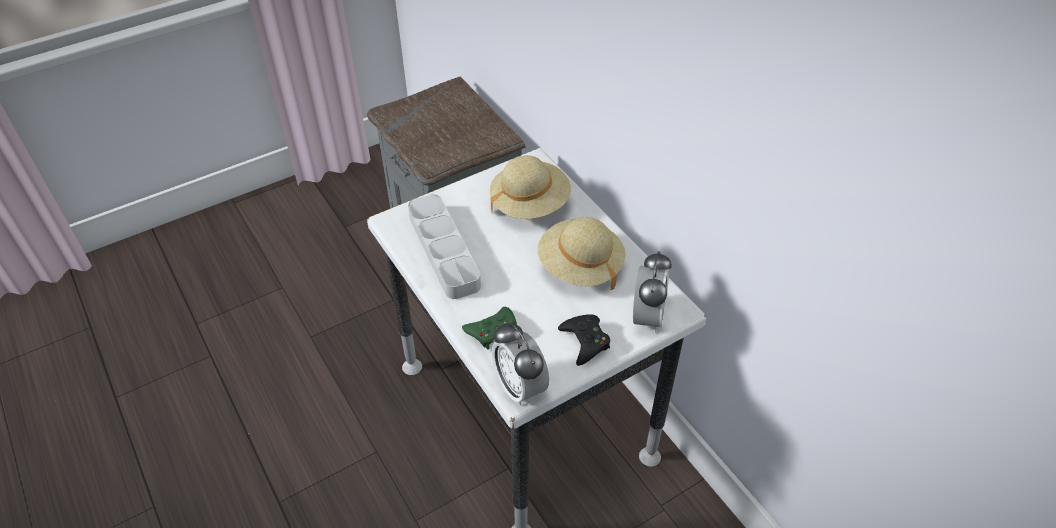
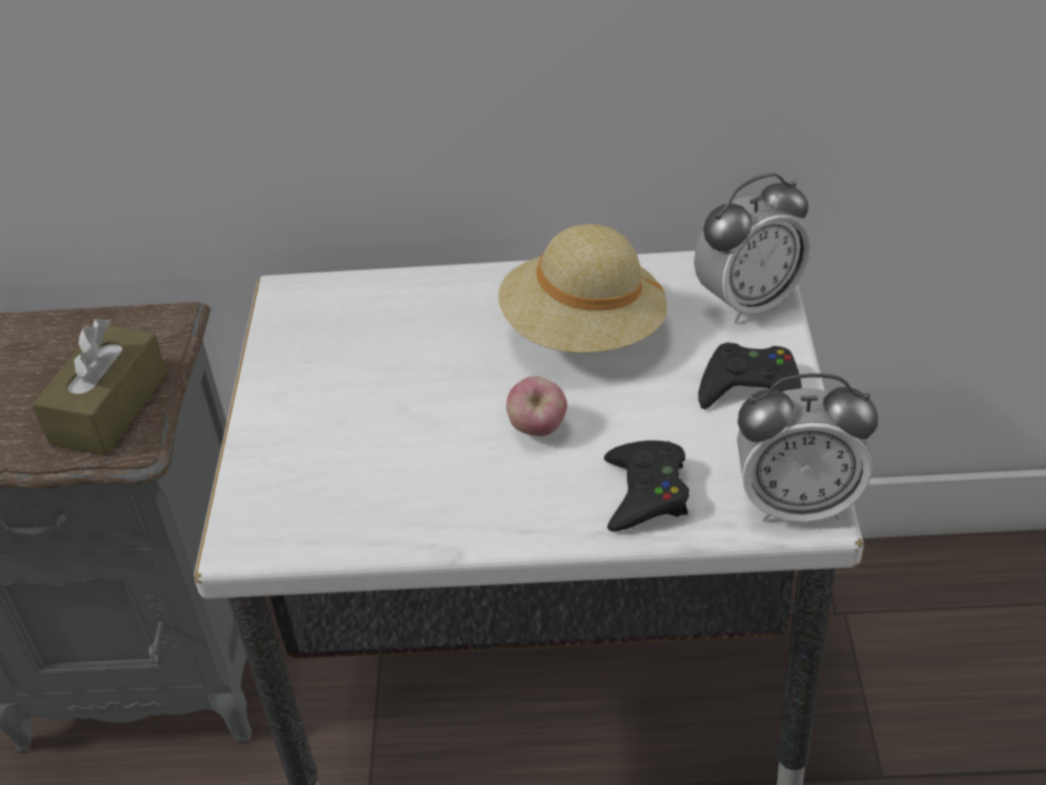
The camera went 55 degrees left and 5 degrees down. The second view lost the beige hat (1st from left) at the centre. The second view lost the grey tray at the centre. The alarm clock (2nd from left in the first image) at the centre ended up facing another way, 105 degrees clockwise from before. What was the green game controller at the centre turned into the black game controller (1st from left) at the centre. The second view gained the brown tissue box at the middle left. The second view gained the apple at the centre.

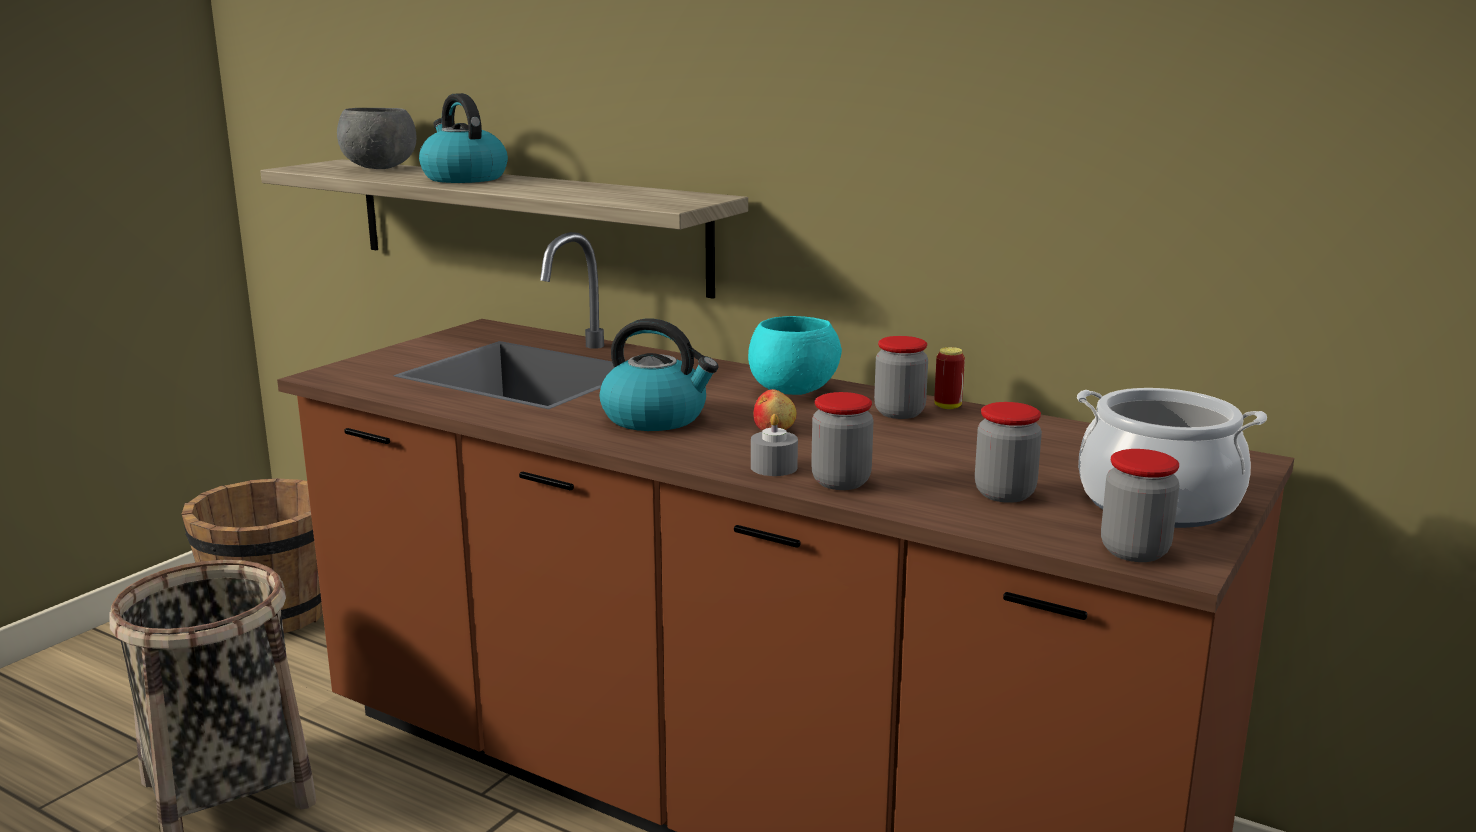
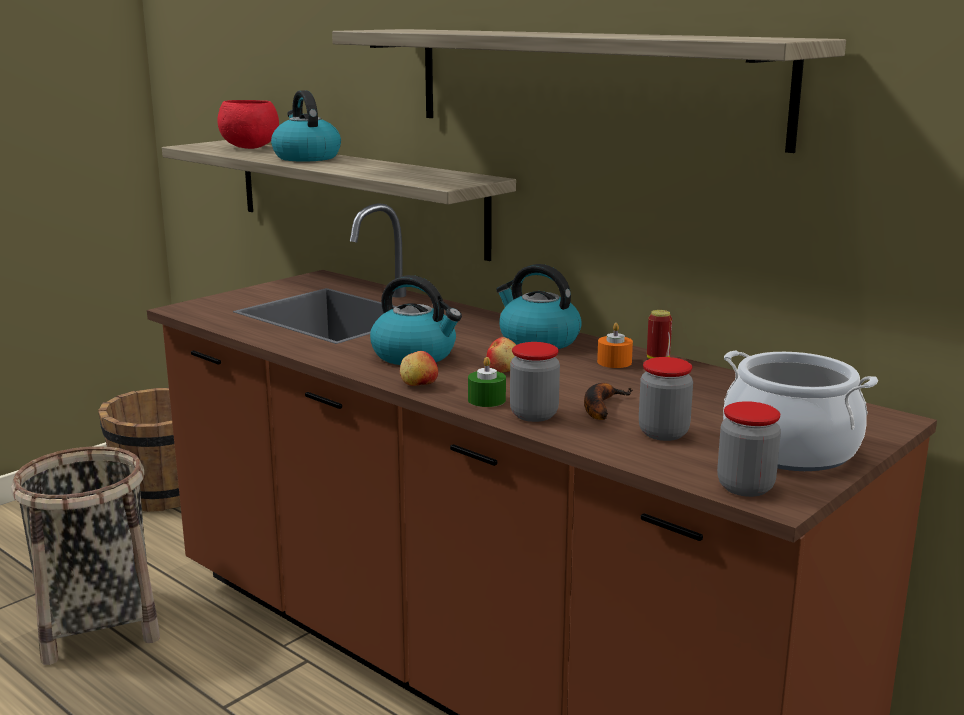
The camera went 10 degrees right and 0 degrees up. What was the grey bowl at the top left turned into the red bowl at the top left. Where the turquoise bowl stood at the centre, the kettle (3rd from left) came to stand at the centre. Where the jar (2nd from left) stood at the centre, the orange candle came to stand at the centre. What was the grey candle at the centre turned into the green candle at the centre. The second view gained the shelf (2nd from left) at the top centre. The second view gained the apple (1st from left) at the centre. The second view gained the banana at the centre.

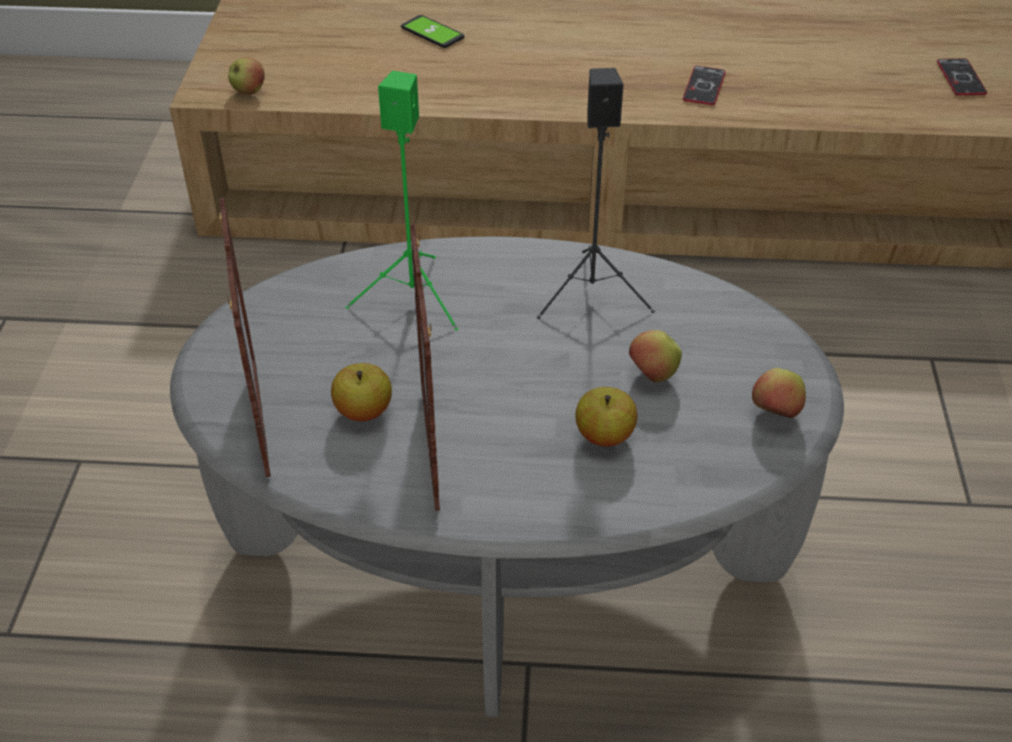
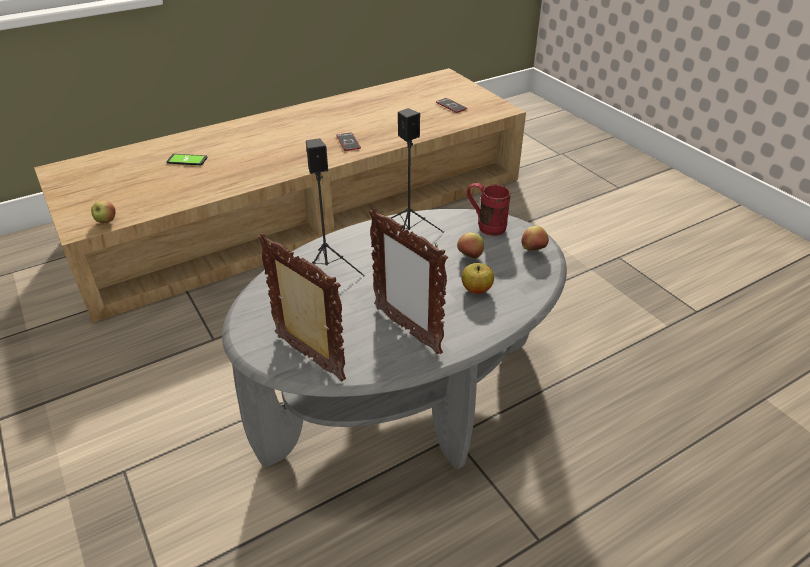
The camera went 35 degrees left and 5 degrees down. What was the green speaker at the top centre turned into the black speaker (1st from left) at the centre. The second view lost the apple (2nd from left) at the centre. The second view gained the red mug at the centre.

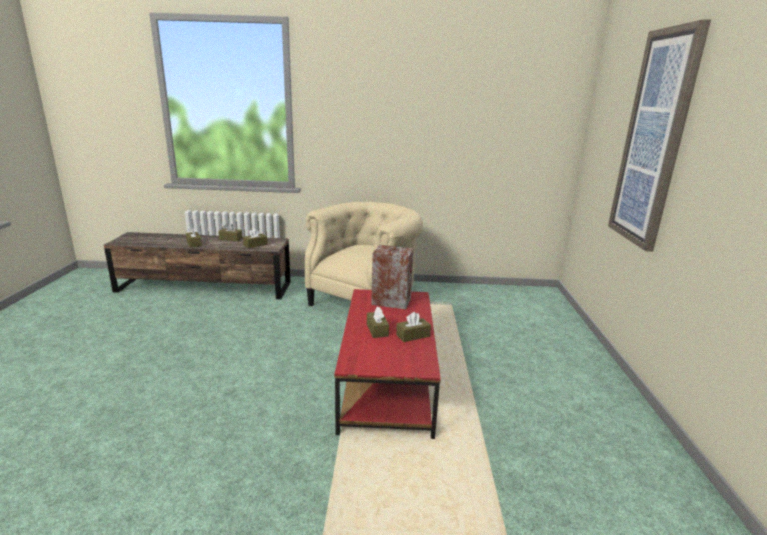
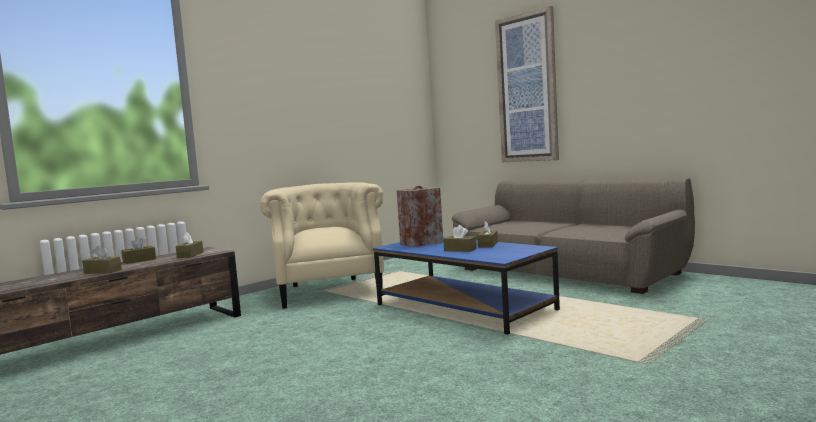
The camera went 45 degrees left and 15 degrees down. What was the red coffee table at the bottom centre turned into the blue coffee table at the bottom centre. The second view gained the sofa at the middle right.

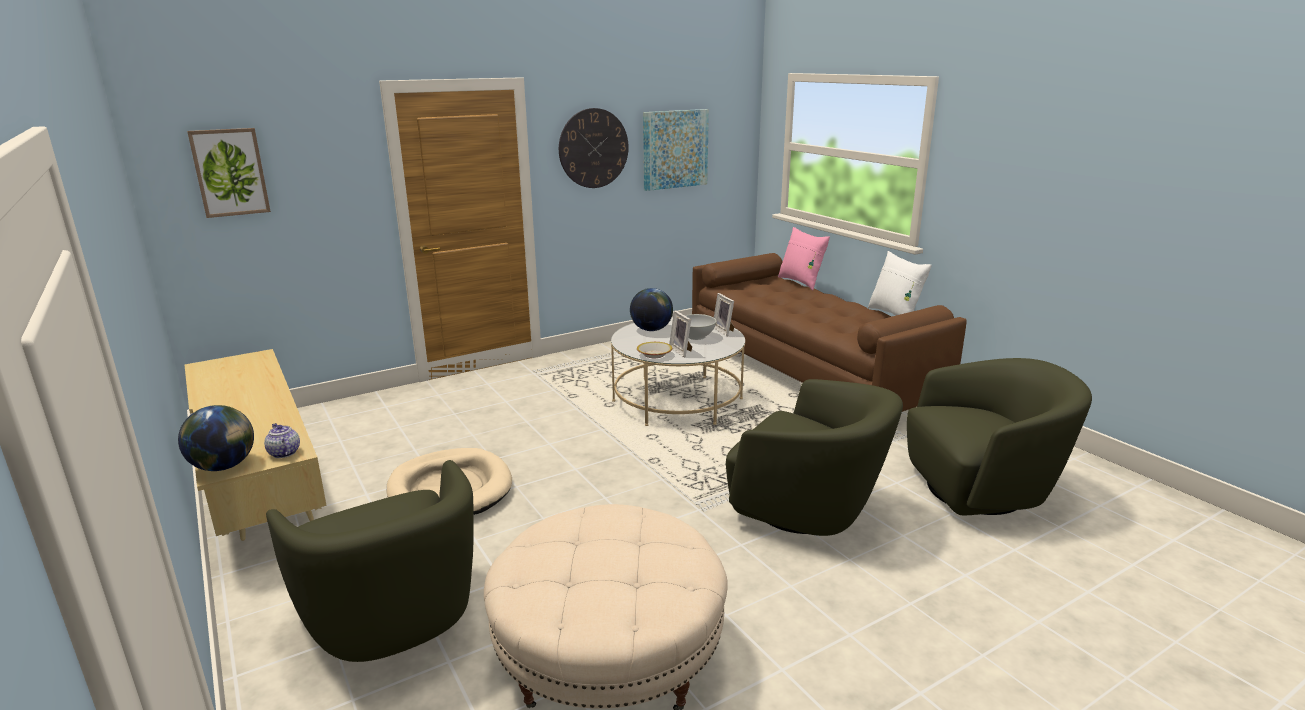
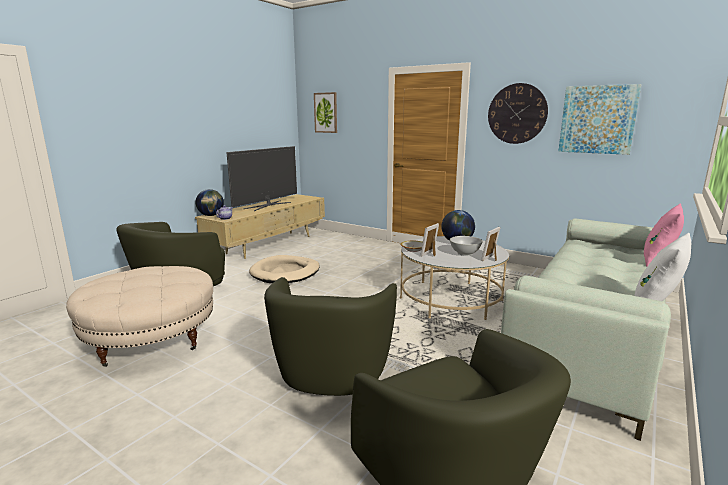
The camera went 65 degrees right and 5 degrees down. What was the brown sofa at the centre turned into the white sofa at the bottom right. The second view gained the television at the centre.

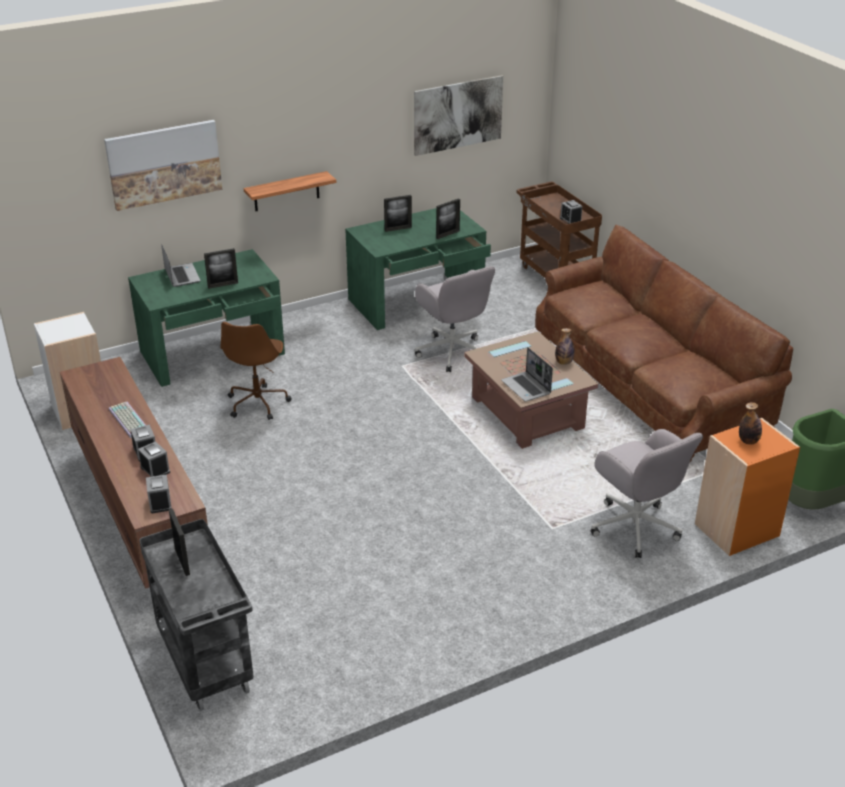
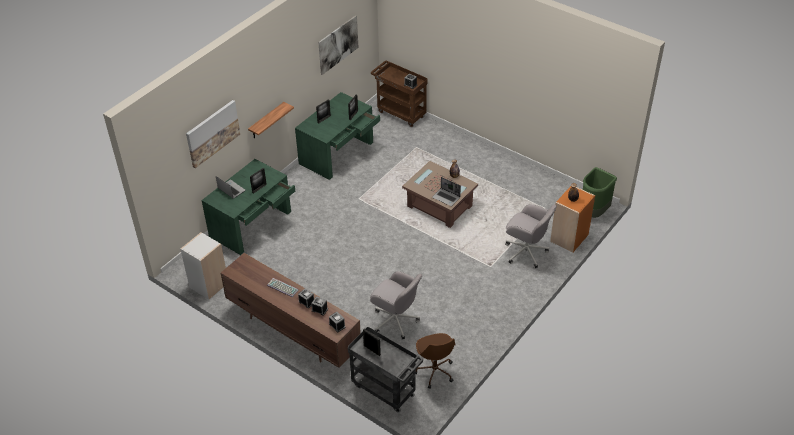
The camera went 25 degrees left and 10 degrees up. The second view lost the brown sofa at the middle right. The grey office chair (1st from left) ended up elsewhere, having gone from the centre to the bottom centre. The brown office chair ended up elsewhere, having gone from the middle left to the bottom centre.

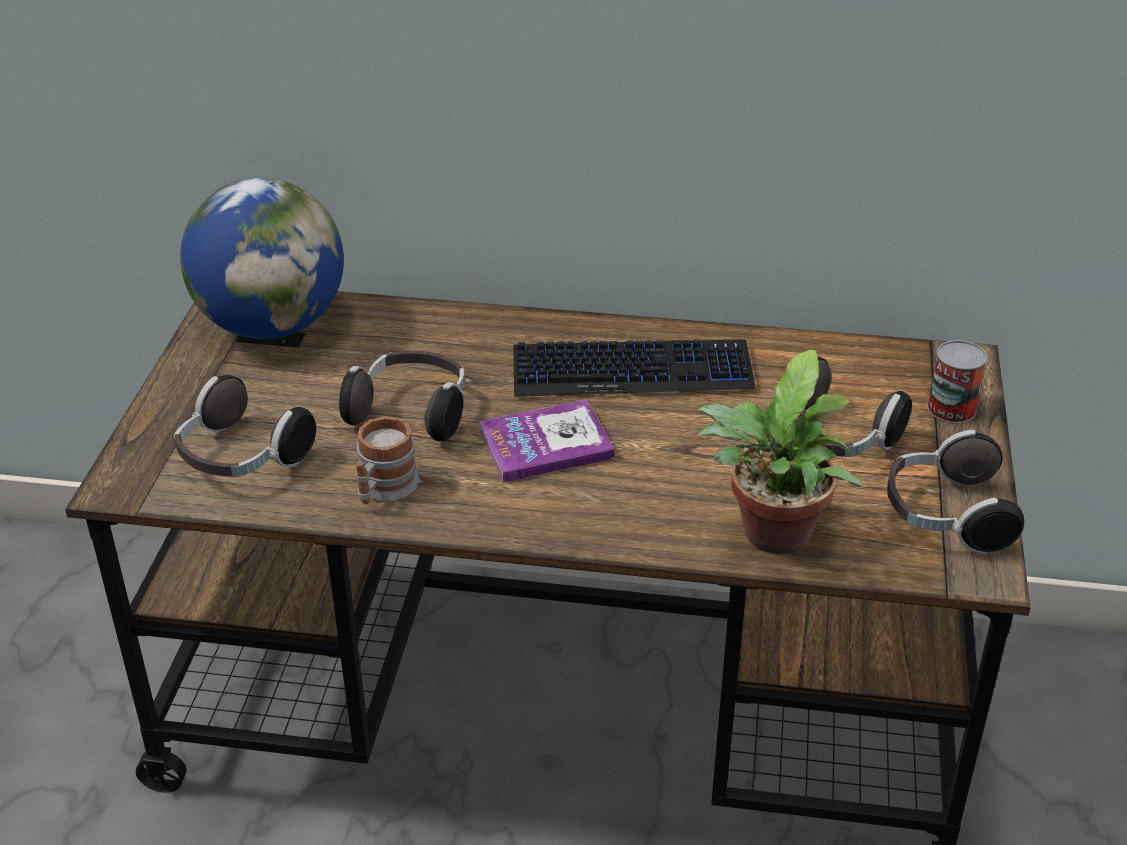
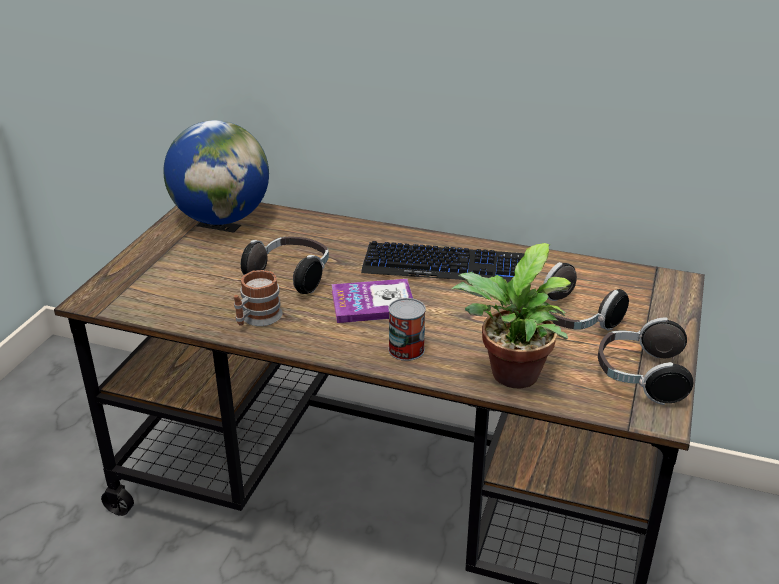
The camera went 10 degrees right and 5 degrees down. The can ended up elsewhere, having gone from the middle right to the centre. The second view lost the headphones (1st from left) at the middle left.

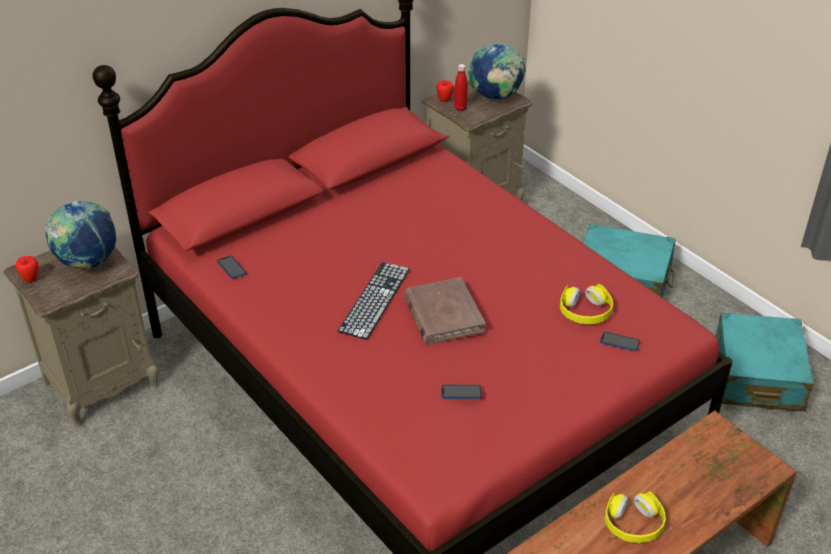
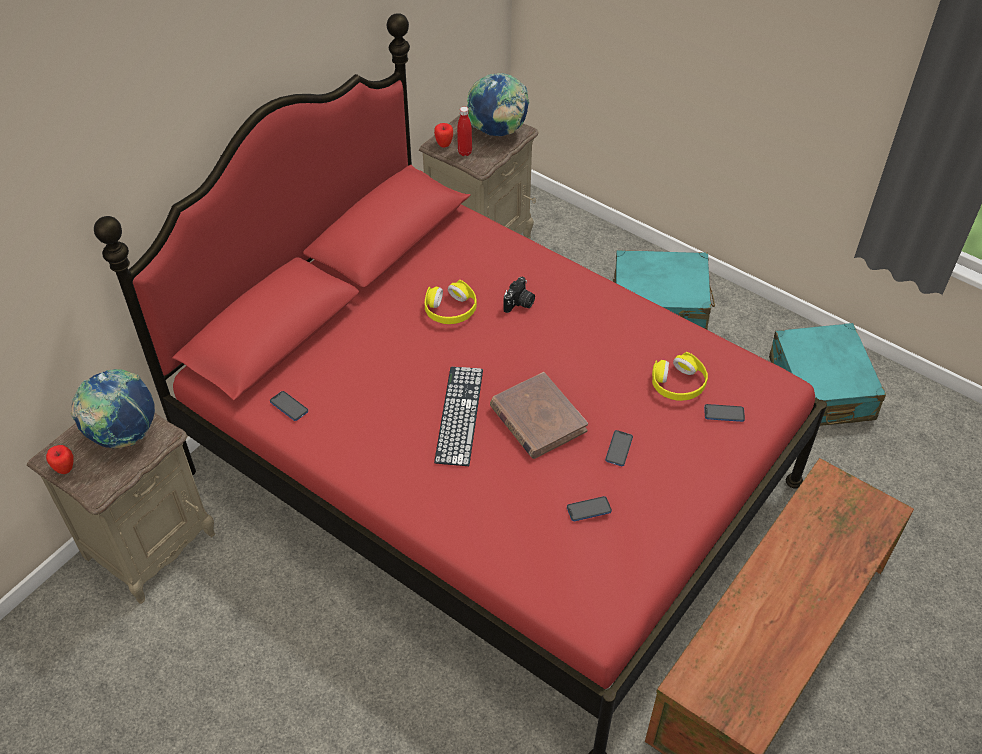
The camera went 15 degrees left and 10 degrees up. The yellow headphones (2nd from left in the first image) ended up elsewhere, having gone from the bottom right to the centre. The second view gained the photo camera at the centre. The second view gained the phone (3rd from left) at the centre.

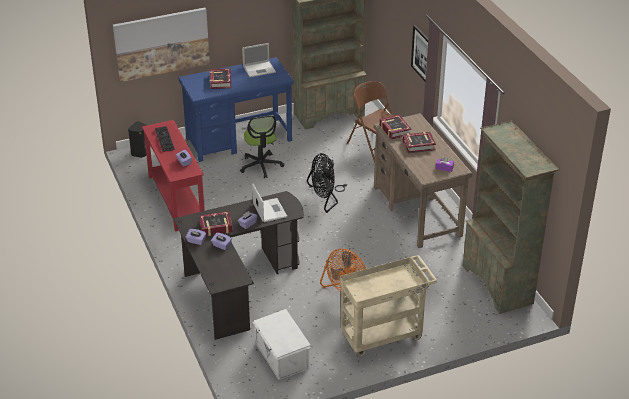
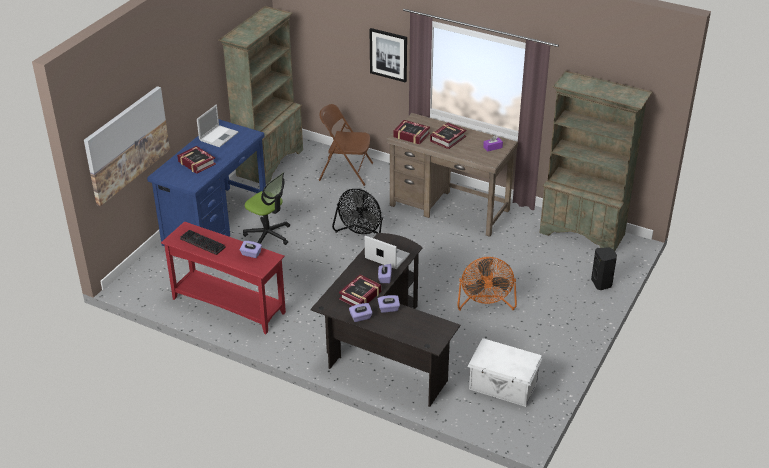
The camera went 40 degrees left and 0 degrees up. The black speaker ended up elsewhere, having gone from the middle left to the middle right. The second view lost the beige cart at the bottom centre.

